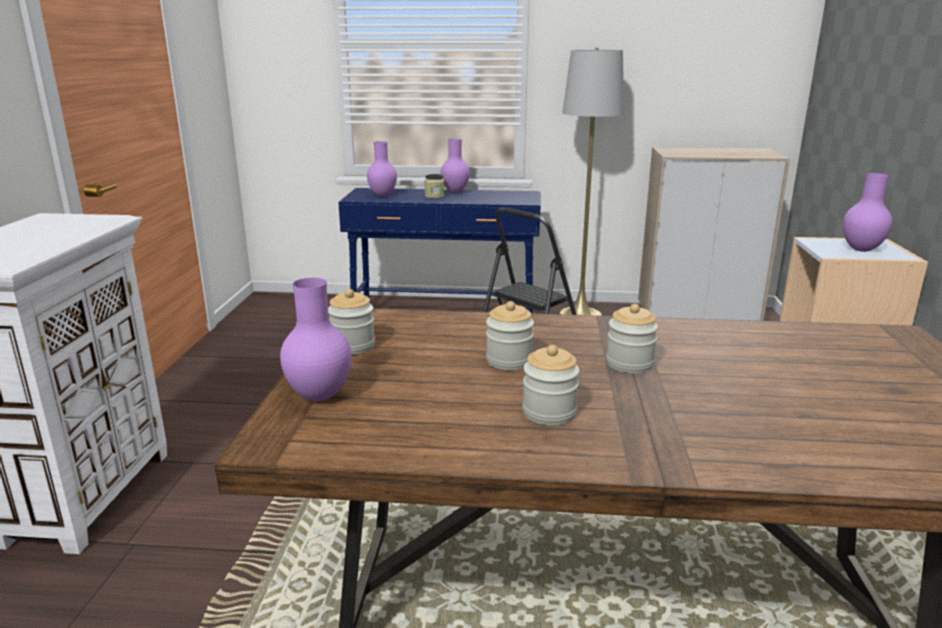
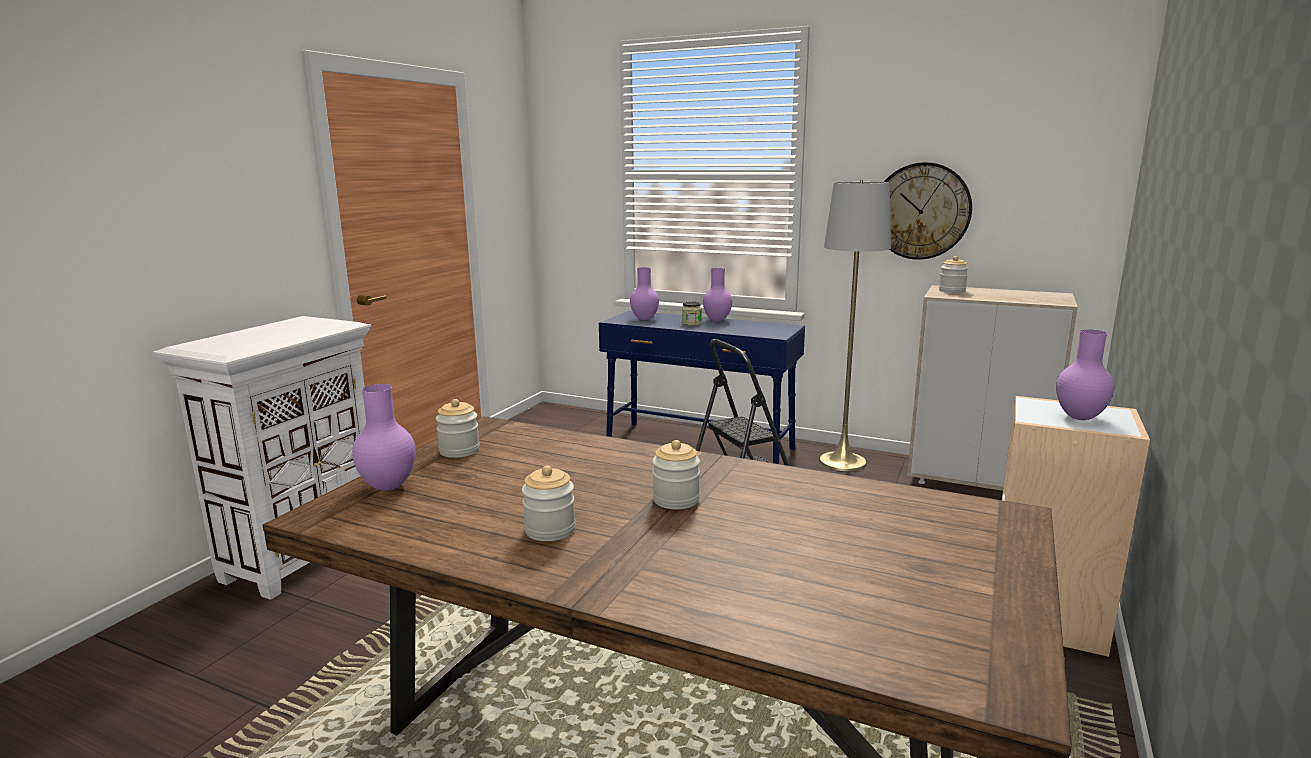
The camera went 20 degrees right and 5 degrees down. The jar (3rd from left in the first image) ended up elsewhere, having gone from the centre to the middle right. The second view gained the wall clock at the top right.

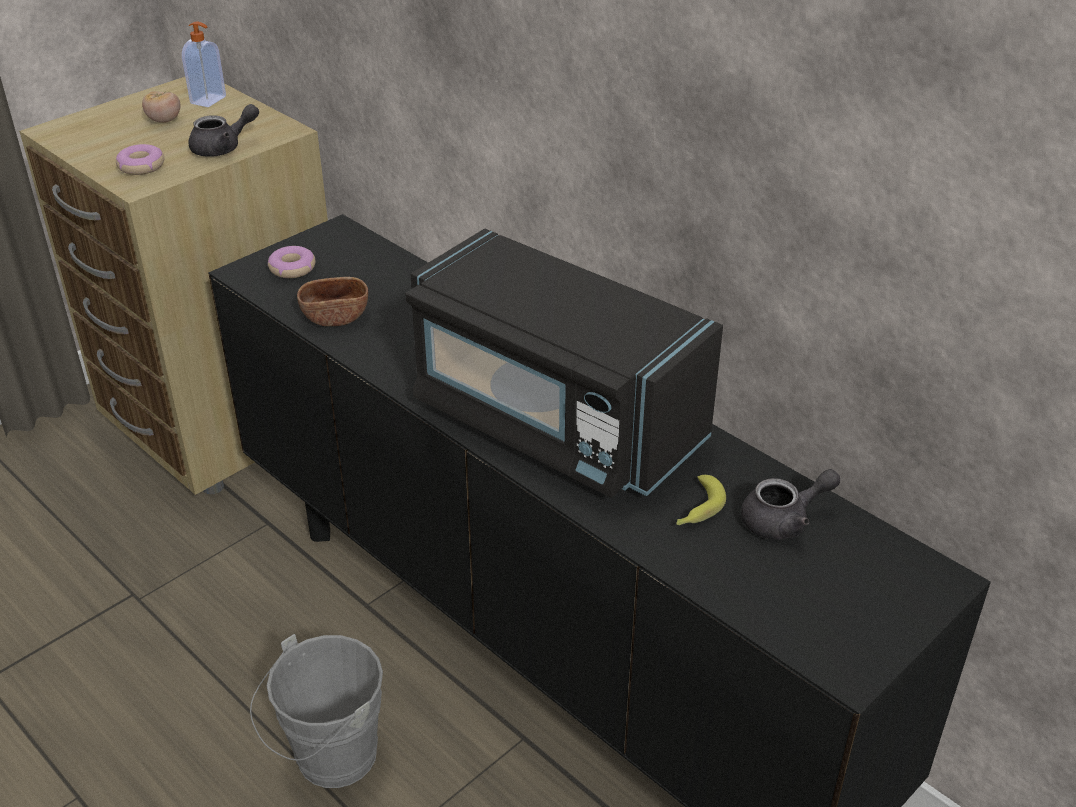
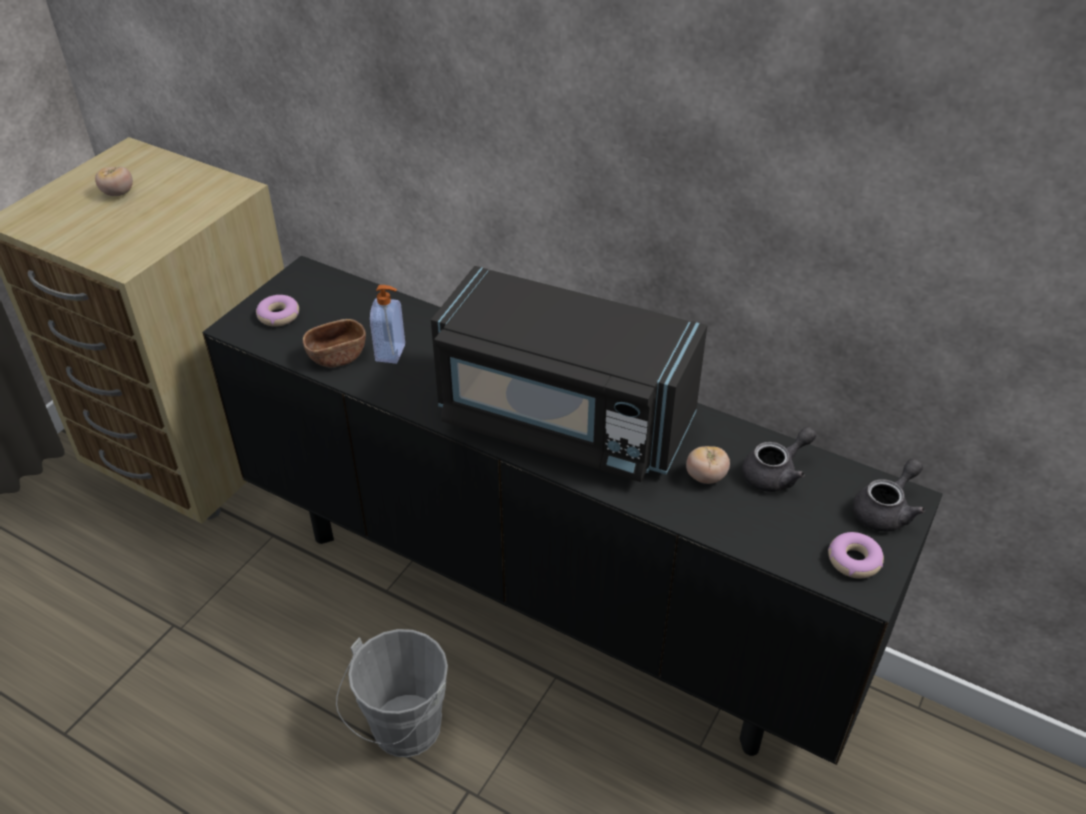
The camera went 15 degrees left and 5 degrees up. The soap dispenser ended up elsewhere, having gone from the top left to the centre. The grey teapot (1st from left in the first image) ended up elsewhere, having gone from the top left to the middle right. The donut (1st from left in the first image) ended up elsewhere, having gone from the top left to the bottom right. Where the banana stood at the centre, the tomato (2nd from left) came to stand at the centre.

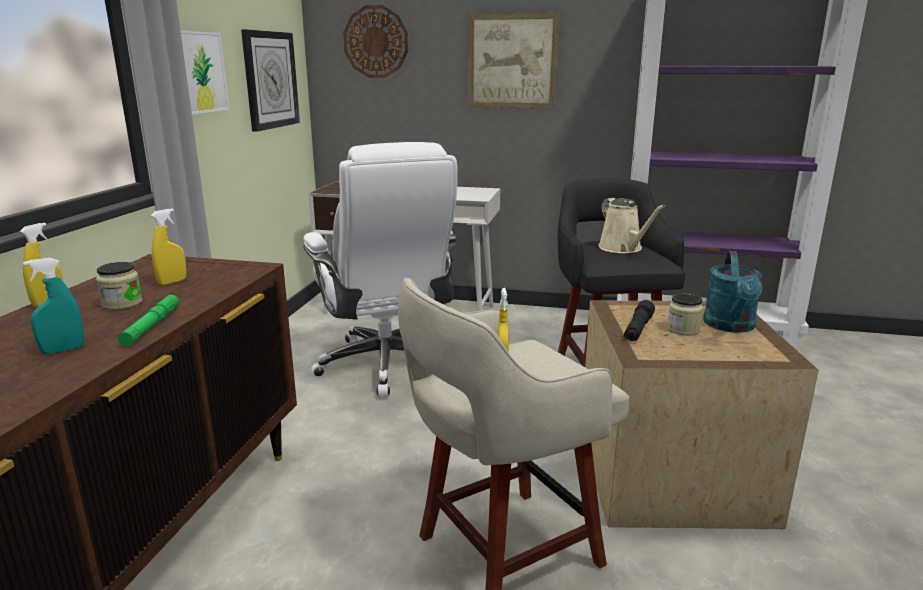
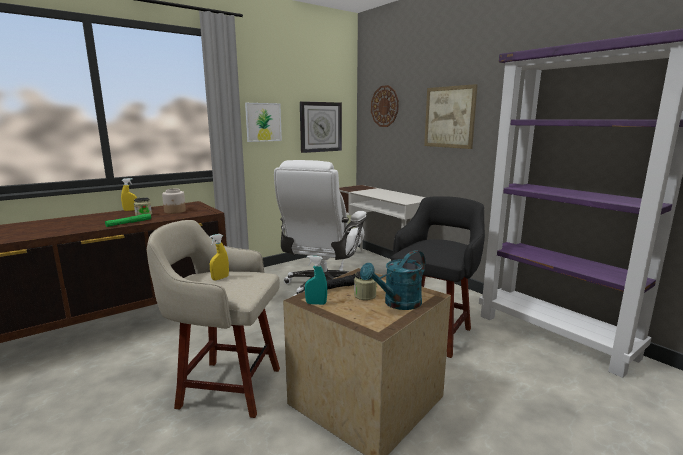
The camera went 40 degrees right and 5 degrees down. The second view lost the beige watering can at the middle right. Where the yellow spray bottle (2nd from left) stood at the middle left, the jar (2nd from left) came to stand at the middle left. The turquoise spray bottle ended up elsewhere, having gone from the middle left to the centre.

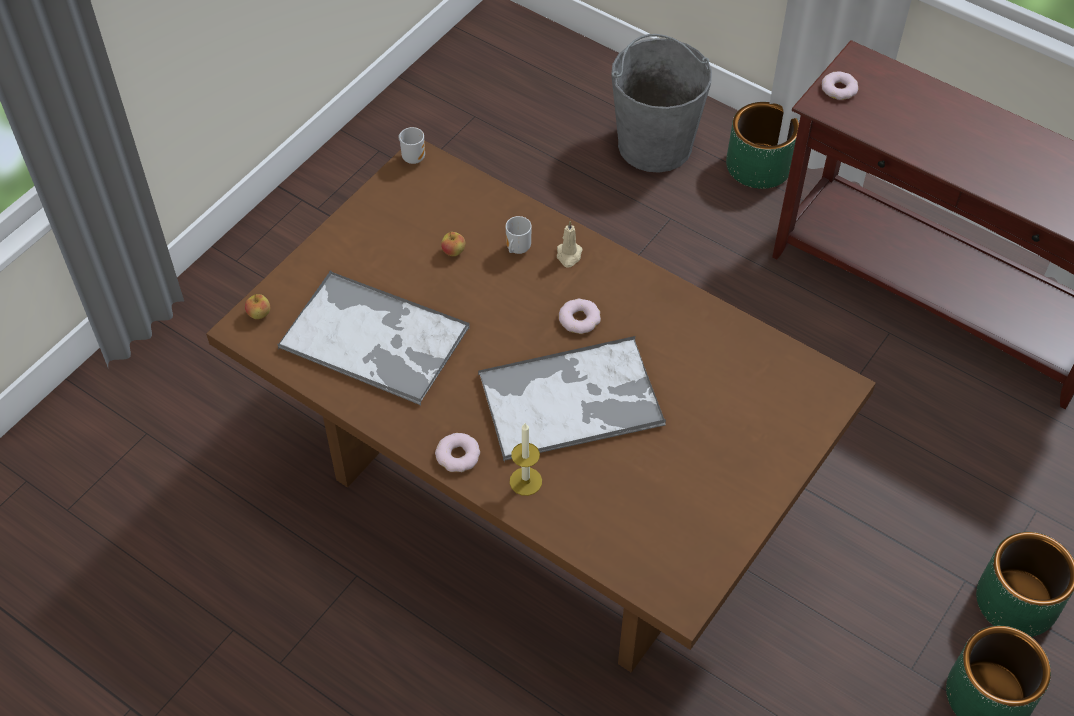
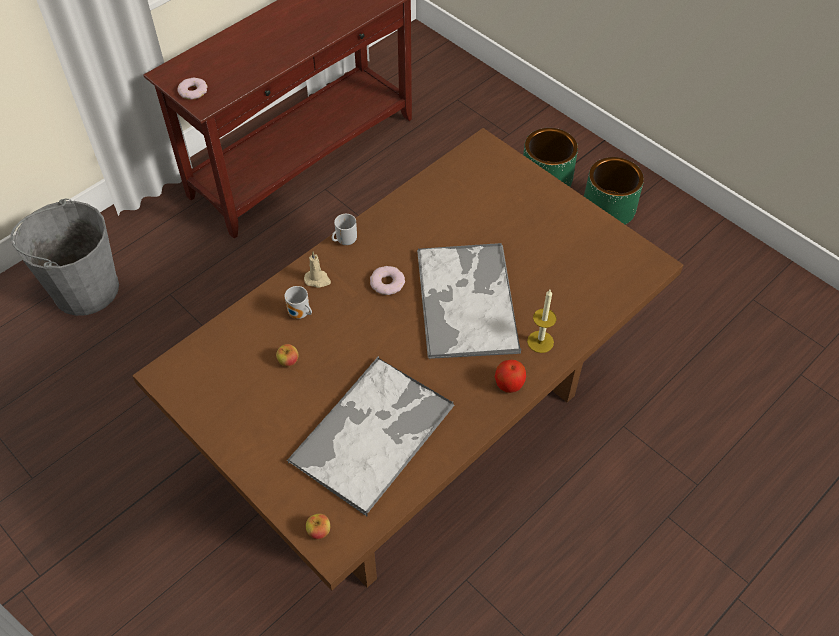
The camera went 80 degrees left and 0 degrees up. The second view lost the green planter (1st from left) at the top right. The mug (1st from left in the first image) ended up elsewhere, having gone from the top centre to the centre. Where the donut (1st from left) stood at the centre, the apple (3rd from left) came to stand at the centre.

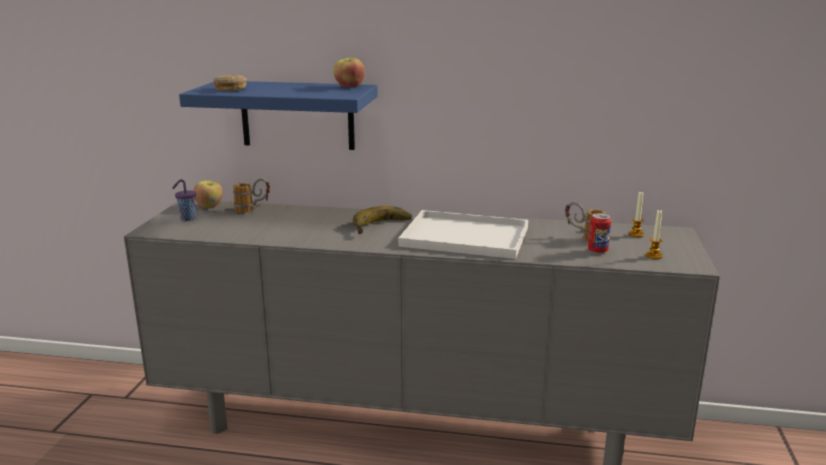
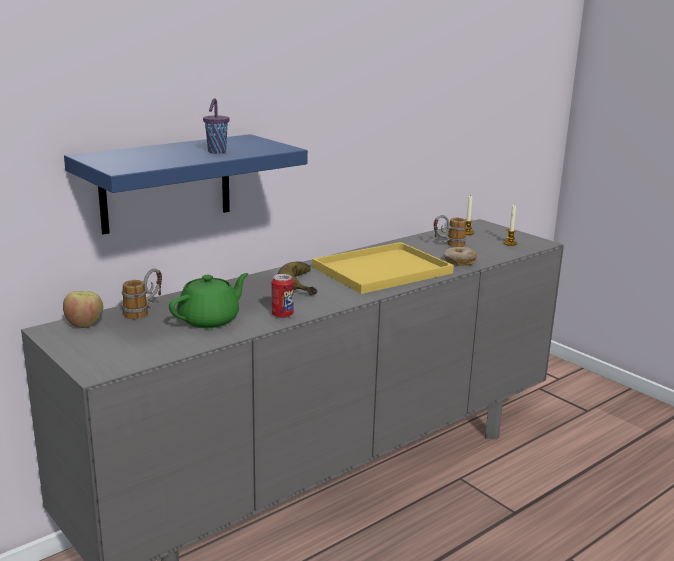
The camera went 50 degrees left and 0 degrees up. The second view lost the apple (2nd from left) at the top centre. The donut ended up elsewhere, having gone from the top left to the middle right. The purple cup ended up elsewhere, having gone from the middle left to the top left. What was the white tray at the centre turned into the yellow tray at the centre. The can ended up elsewhere, having gone from the middle right to the centre. The second view gained the green teapot at the middle left.

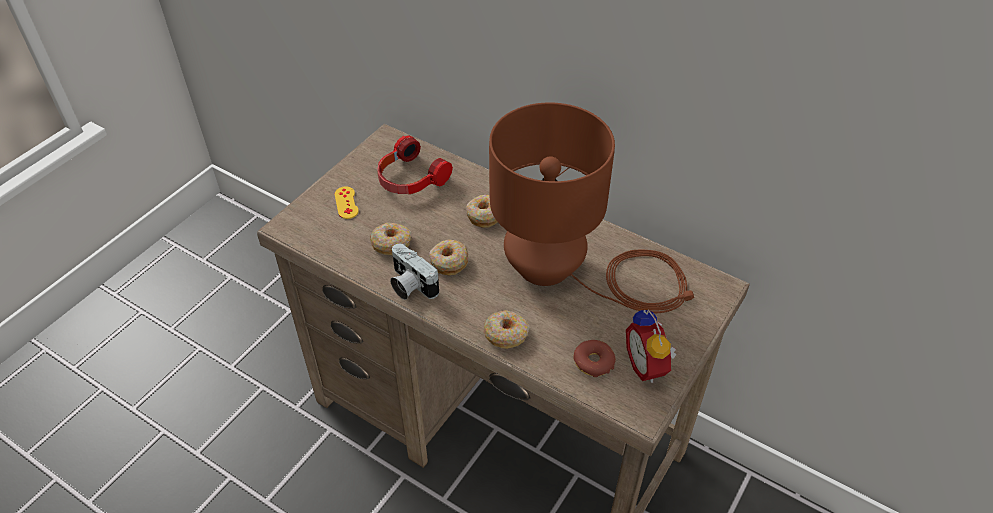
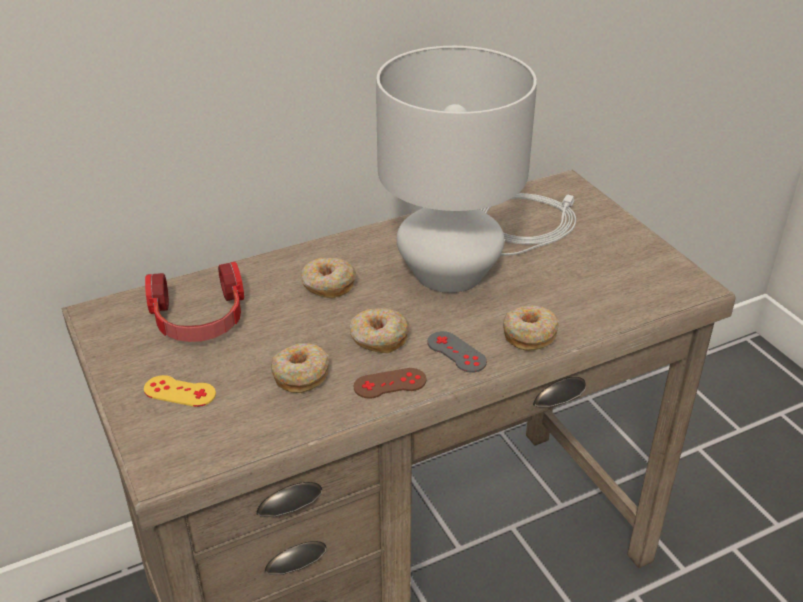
The camera went 60 degrees left and 10 degrees down. What was the brown table lamp at the centre turned into the grey table lamp at the top centre. Where the photo camera stood at the centre, the brown game controller came to stand at the centre. The second view lost the alarm clock at the bottom centre. The second view lost the donut (5th from left) at the bottom centre. The second view gained the grey game controller at the centre.

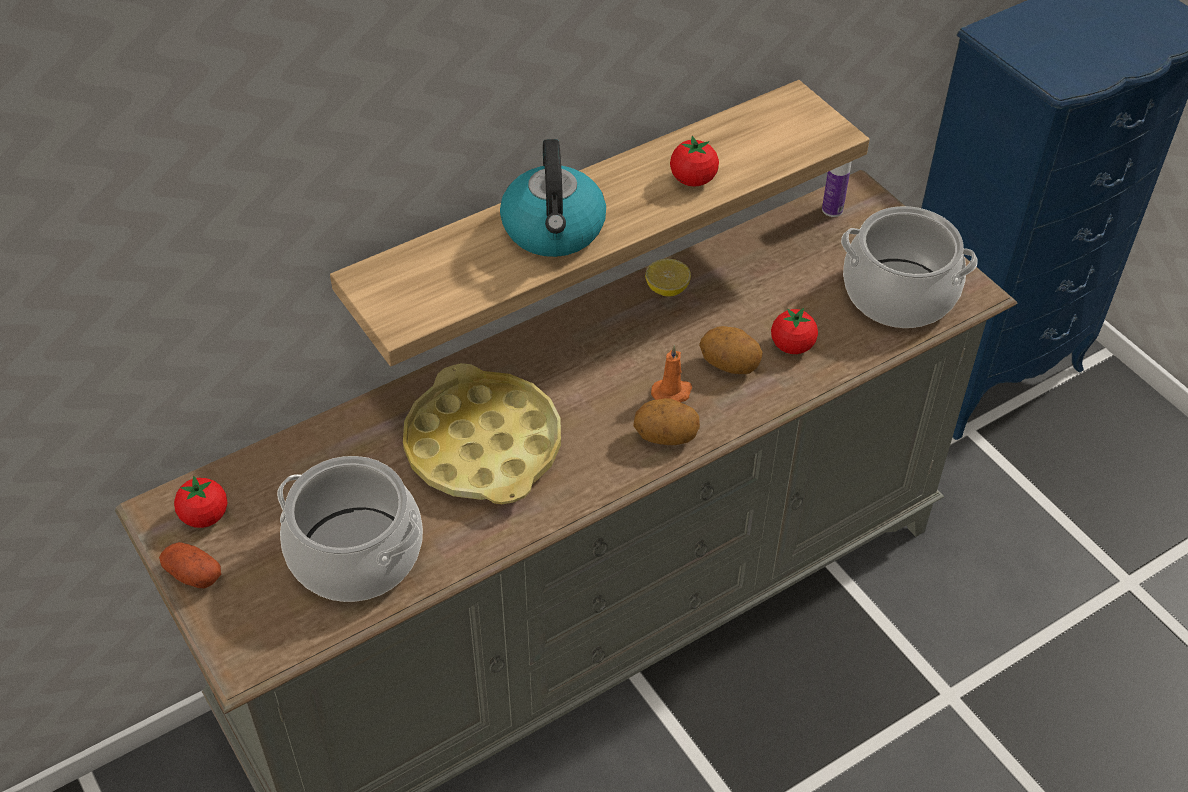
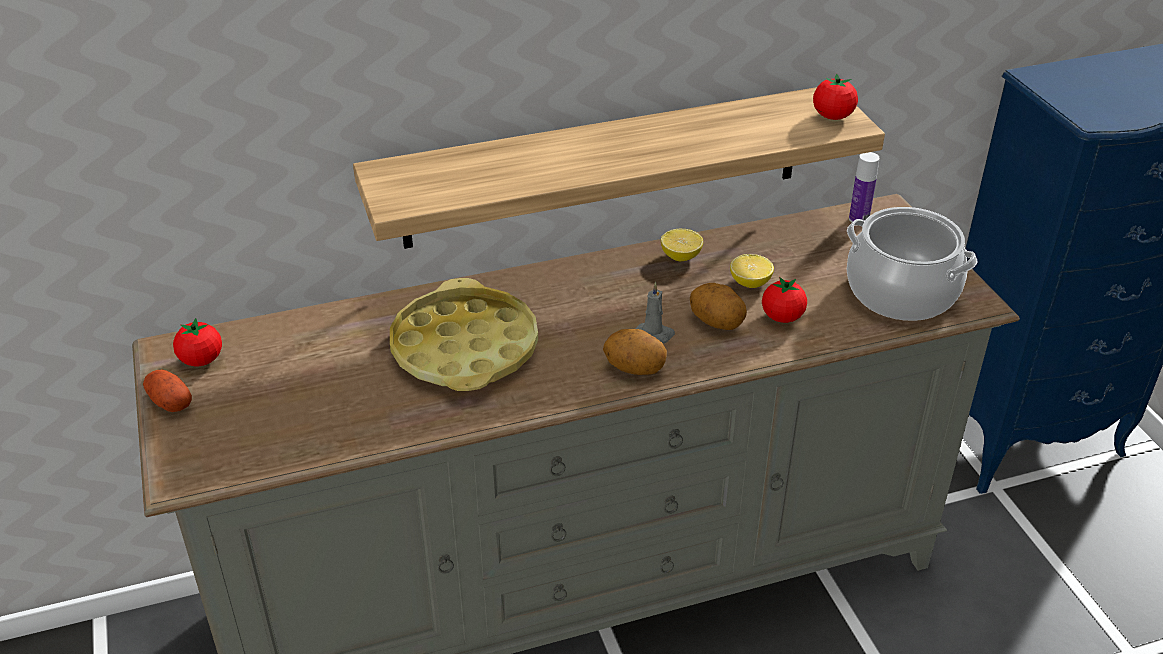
The camera went 15 degrees right and 10 degrees down. The tomato (2nd from left in the first image) ended up elsewhere, having gone from the top centre to the top right. The second view lost the kettle at the top centre. What was the orange candle at the centre turned into the grey candle at the centre. The second view lost the cooking pot (1st from left) at the bottom left. The second view gained the lemon (2nd from left) at the centre.

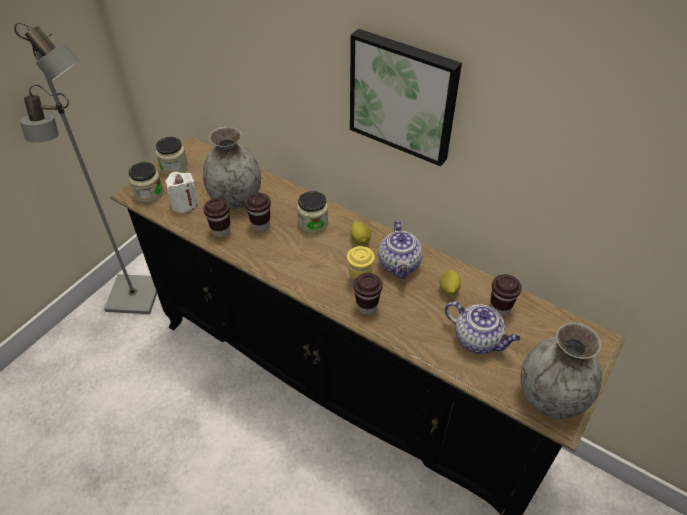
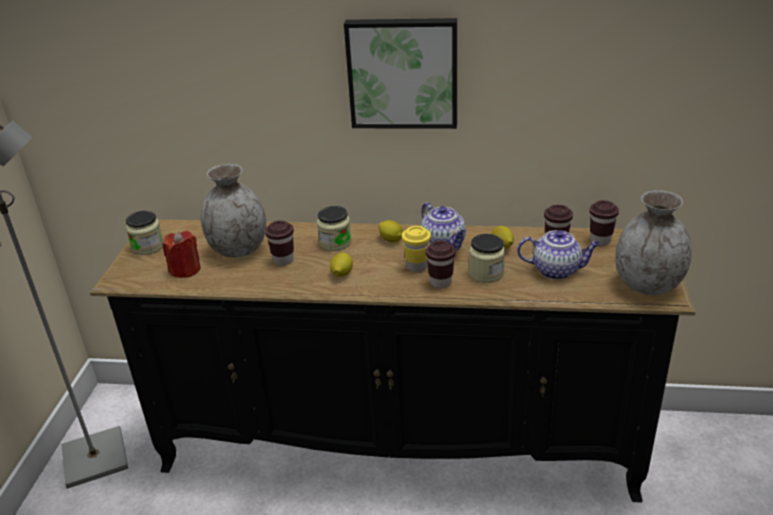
The camera went 25 degrees left and 15 degrees down. The jar (1st from left in the first image) ended up elsewhere, having gone from the middle left to the centre. What was the white candle at the middle left turned into the red candle at the middle left. The brown cup (1st from left in the first image) ended up elsewhere, having gone from the middle left to the middle right. The second view gained the lemon (1st from left) at the centre.

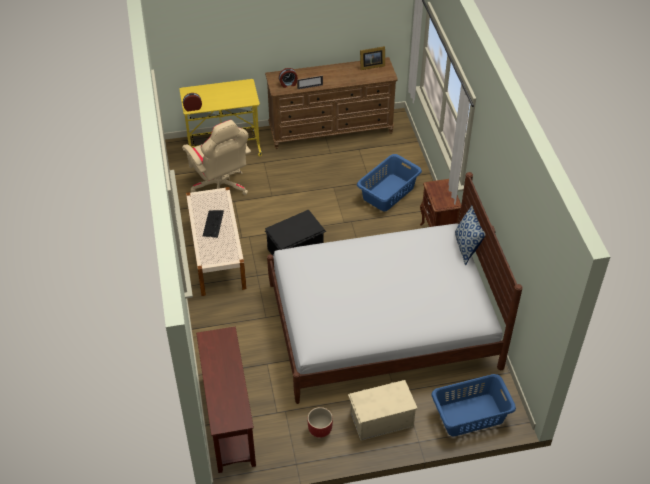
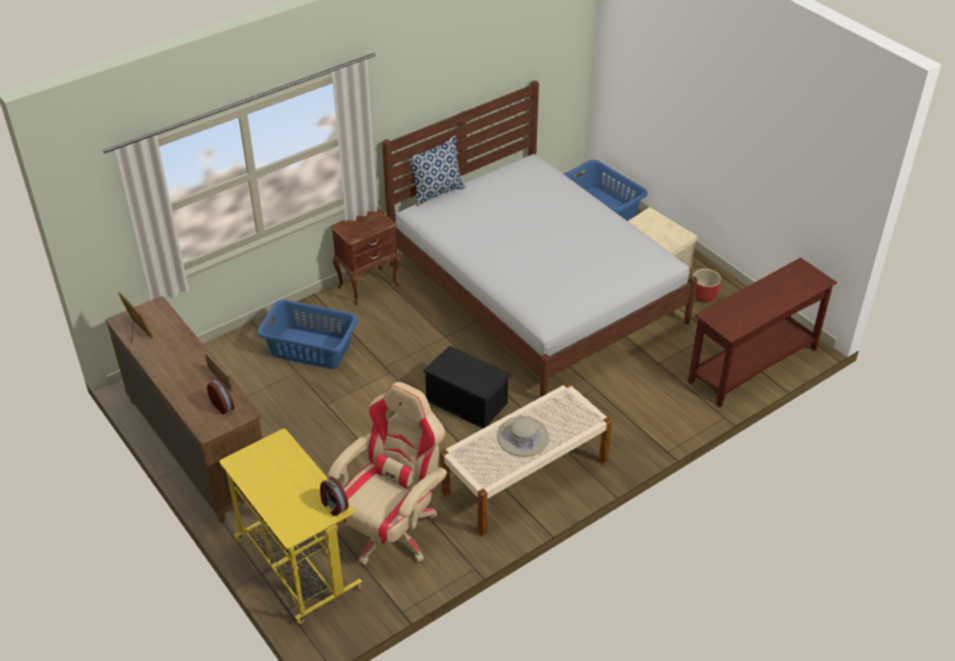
The camera went 115 degrees left and 5 degrees down. Where the keyboard stood at the middle left, the beige hat came to stand at the centre.

